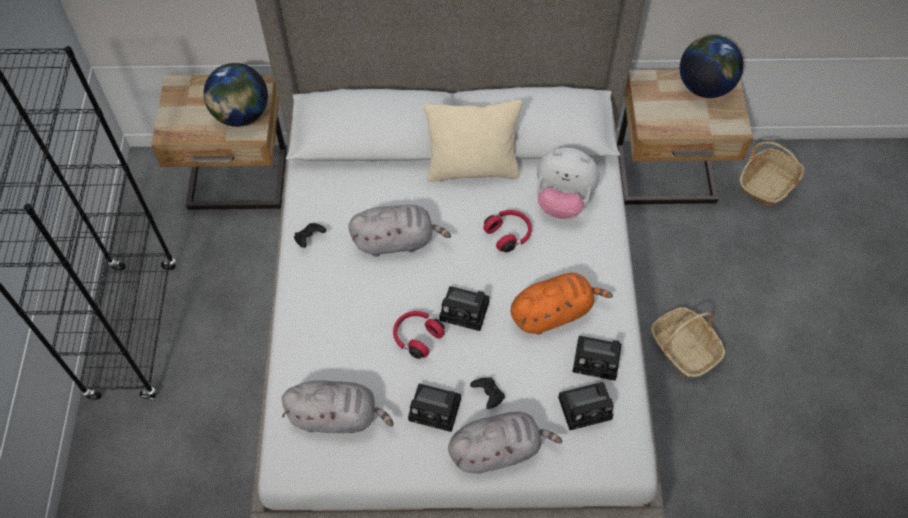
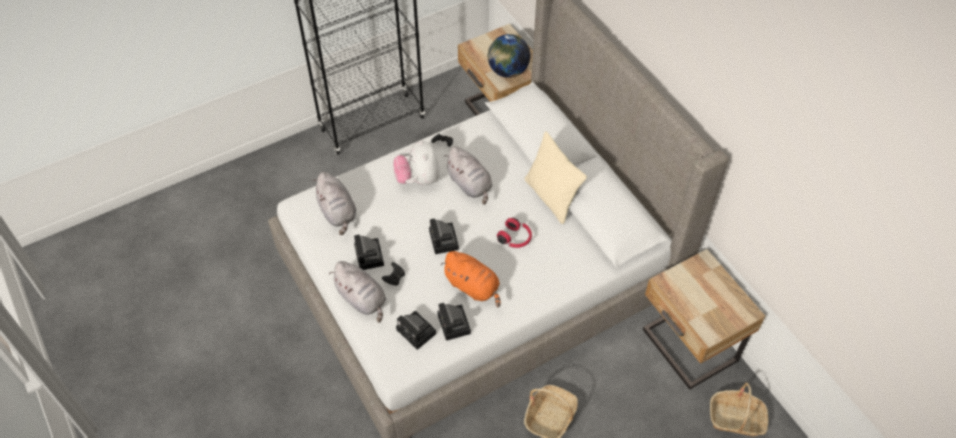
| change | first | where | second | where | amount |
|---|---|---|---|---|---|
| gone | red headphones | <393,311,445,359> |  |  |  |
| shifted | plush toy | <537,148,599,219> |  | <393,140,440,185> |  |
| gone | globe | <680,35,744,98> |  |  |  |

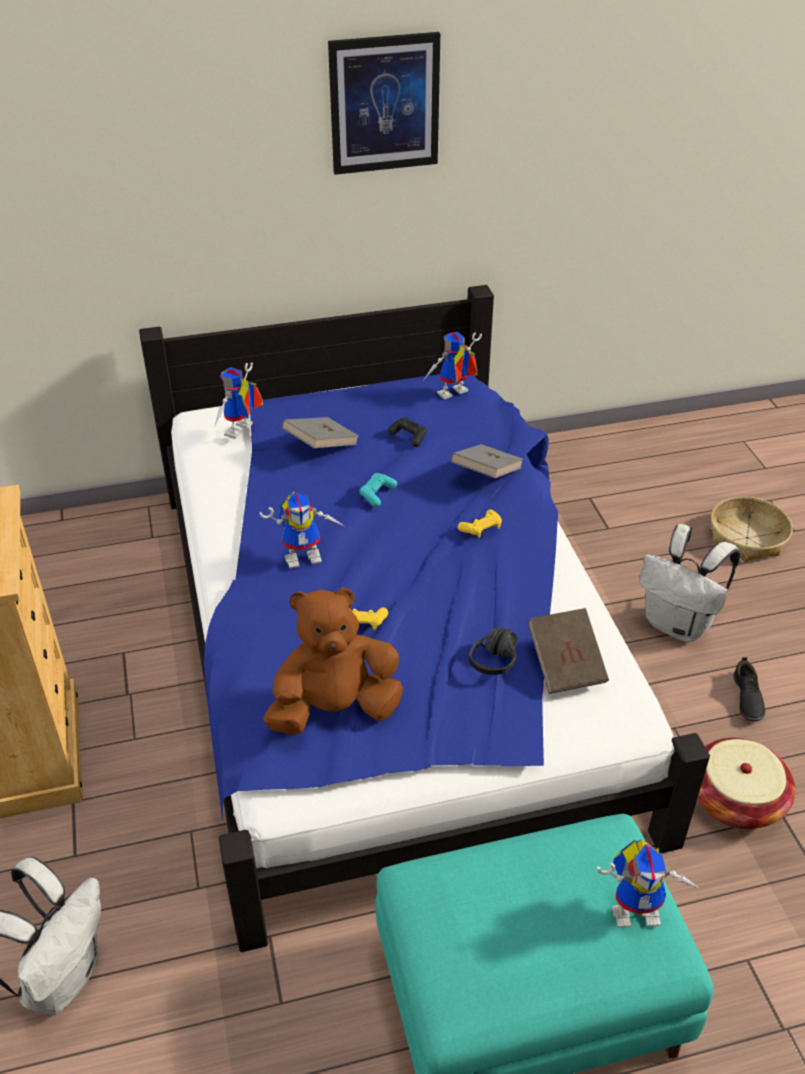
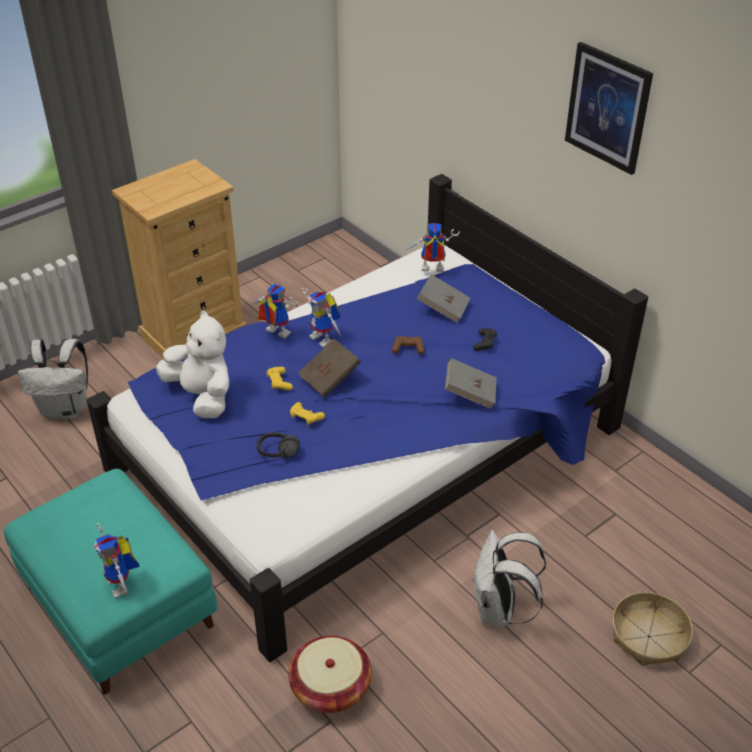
| change | first | where | second | where | amount |
|---|---|---|---|---|---|
| repainted | brown plush toy | <263,587,403,735> | white plush toy | <156,310,229,418> |  |
| repainted | turquoise game controller | <360,473,397,507> | brown game controller | <392,336,425,354> |  |
| shifted | toy robot | <424,332,482,399> |  | <253,284,298,338> |  |
| shifted | yellow game controller | <458,510,502,538> |  | <290,402,325,425> |  |
| shifted | brown book | <528,608,609,694> |  | <298,339,361,398> |  |
| gone | black shoe | <734,657,765,722> |  |  |  |

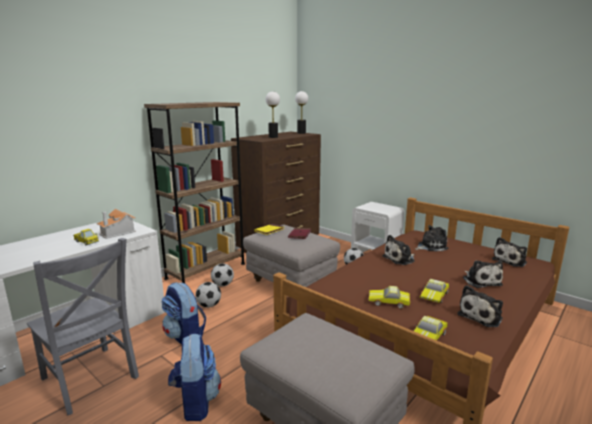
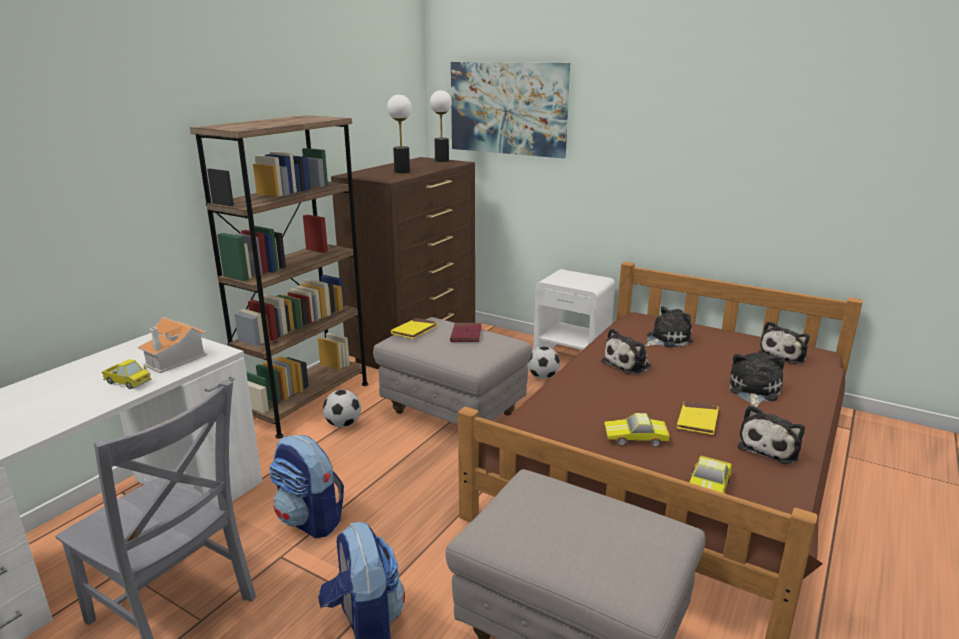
| change | first | where | second | where | amount |
|---|---|---|---|---|---|
| gone | football | <195,282,221,308> |  |  |  |
| swapped | toy car | <420,279,449,303> | yellow book | <677,401,719,435> |  |
| rotated | plush toy | <463,260,503,288> |  | <730,353,784,407> | 135 degrees counterclockwise |
| new |  |  | picture | <451,62,570,158> |  |

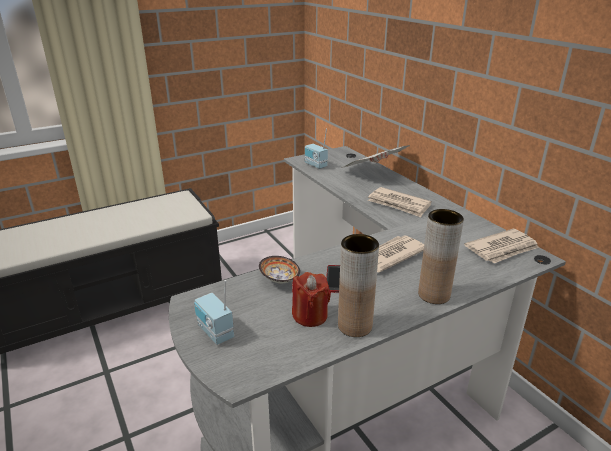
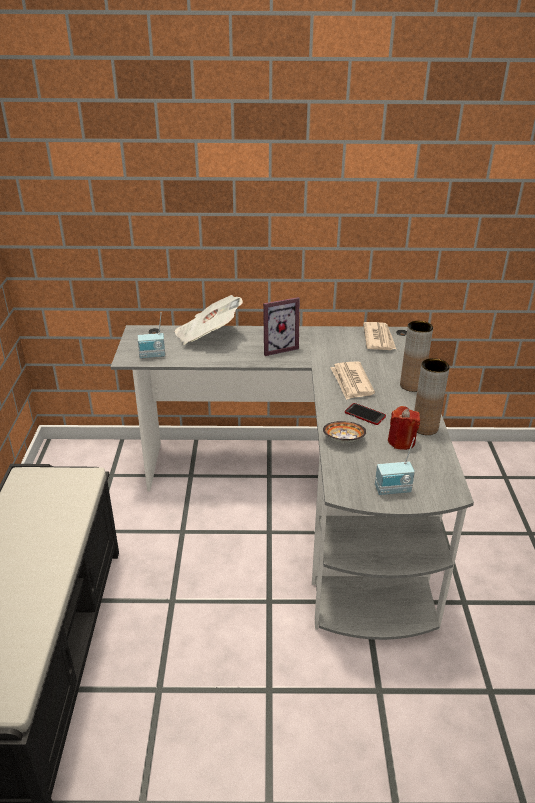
| change | first | where | second | where | amount |
|---|---|---|---|---|---|
| swapped | newspaper | <368,187,432,217> | picture frame | <263,297,300,356> |  |

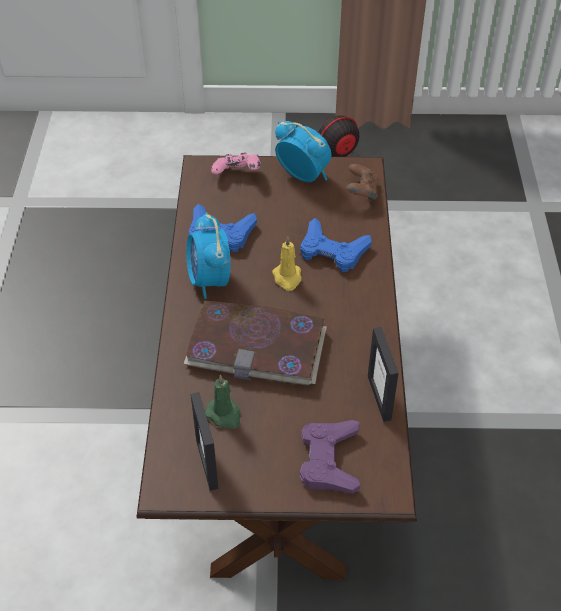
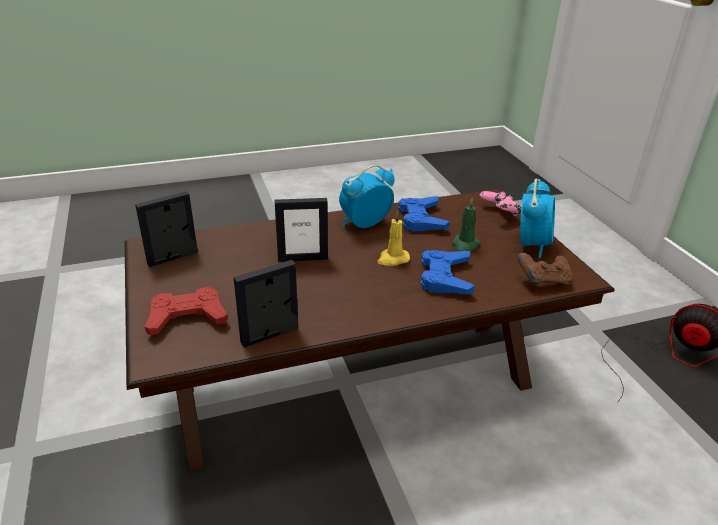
| change | first | where | second | where | amount |
|---|---|---|---|---|---|
| swapped | book | <184,300,327,388> | picture frame | <275,198,328,262> |  |
| shifted | green candle | <205,375,241,429> |  | <452,199,480,251> |  |
| repainted | purple game controller | <300,420,360,494> | red game controller | <145,287,228,336> |  |

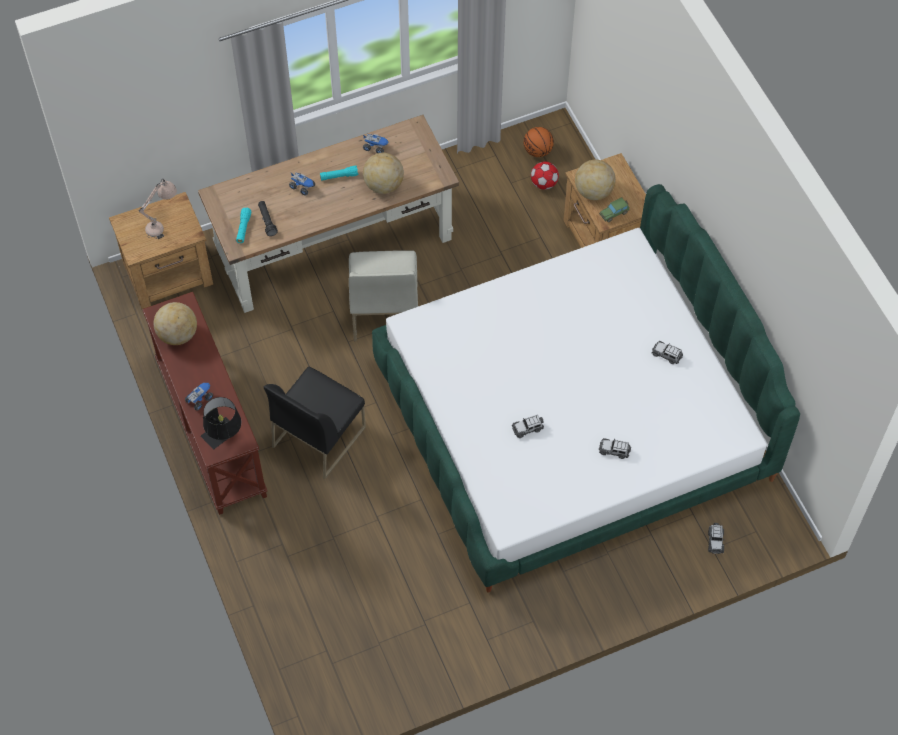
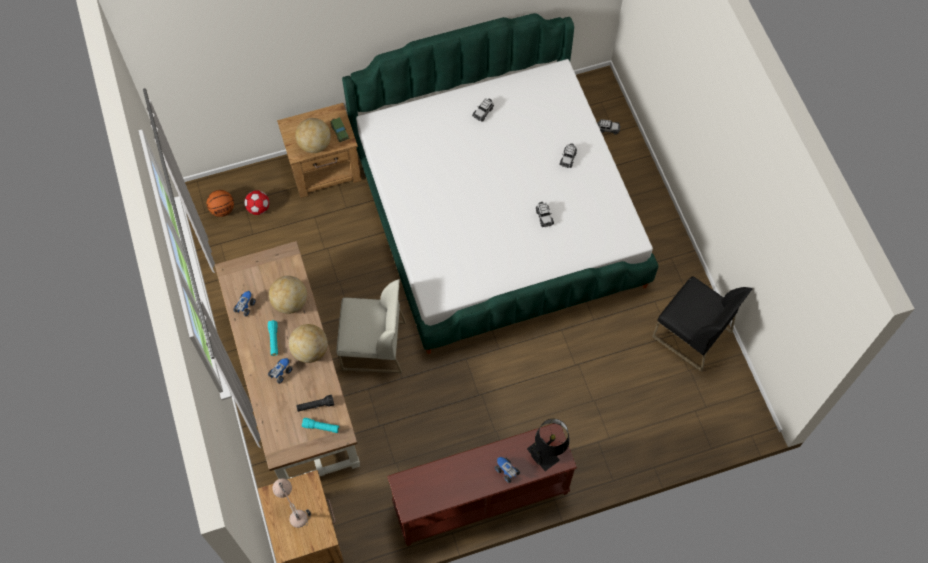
| change | first | where | second | where | amount |
|---|---|---|---|---|---|
| shifted | globe | <154,302,197,345> |  | <289,324,328,363> |  |
| shifted | black chair | <264,367,366,479> |  | <652,276,752,372> |  |

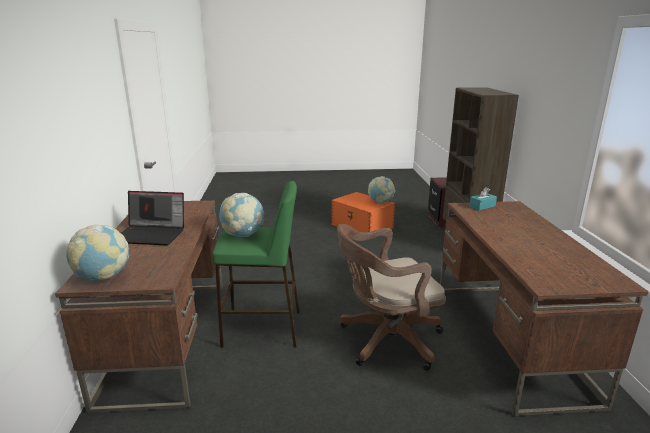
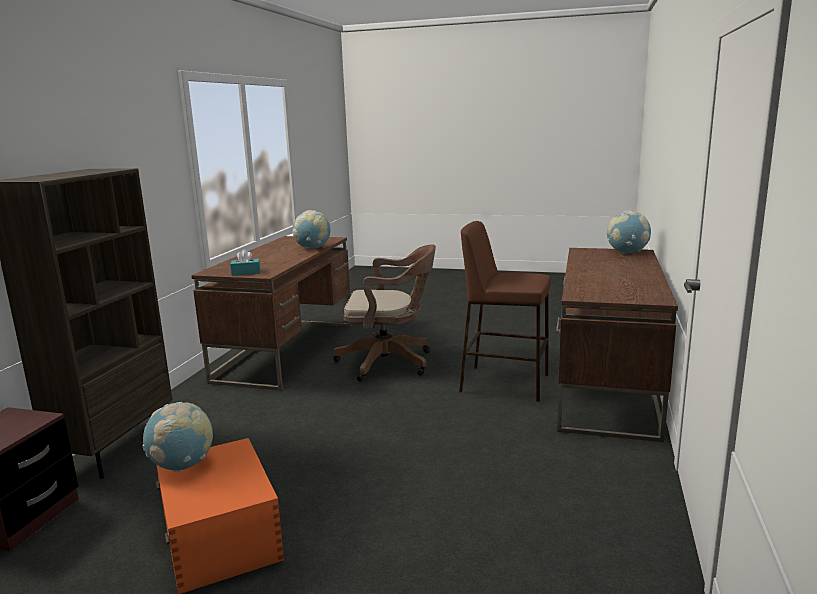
| change | first | where | second | where | amount |
|---|---|---|---|---|---|
| gone | laptop | <121,191,184,245> |  |  |  |
| repainted | green stool | <213,181,300,348> | brown stool | <459,221,551,402> |  |
| shifted | globe | <219,193,264,237> |  | <292,210,330,249> |  |

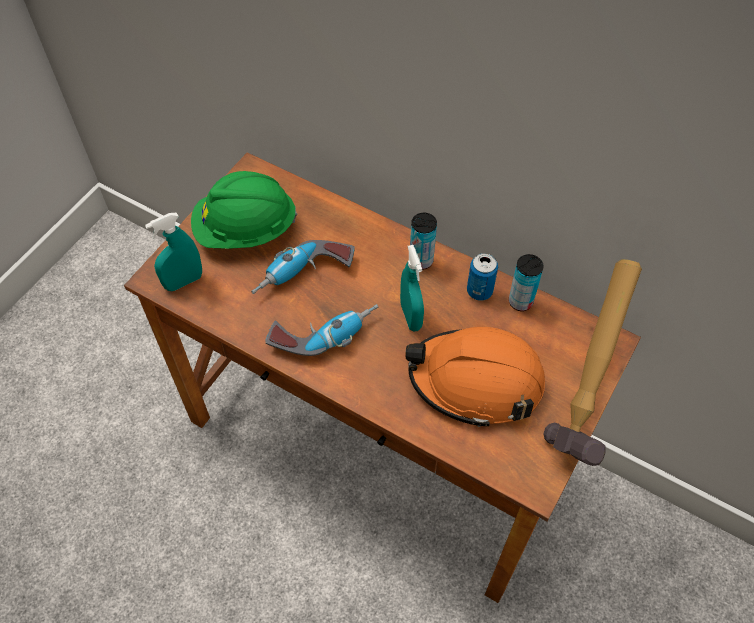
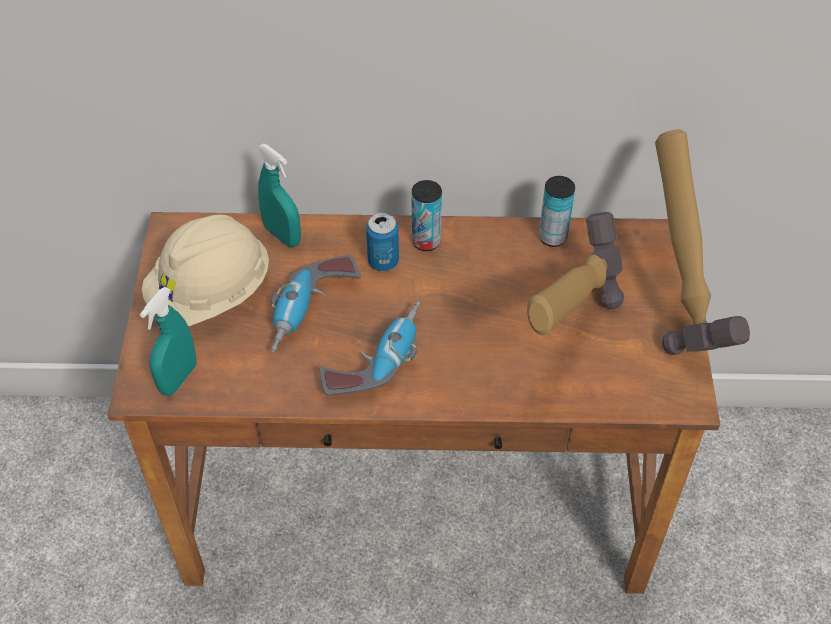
| change | first | where | second | where | amount |
|---|---|---|---|---|---|
| repainted | green hard hat | <191,171,297,249> | beige hard hat | <142,214,269,326> |  |
| shifted | turquoise spray bottle | <400,245,424,332> |  | <258,144,301,247> |  |
| swapped | orange hard hat | <405,327,545,427> | hammer | <527,212,624,335> |  |
| shifted | can | <467,253,498,301> |  | <366,213,399,271> |  |

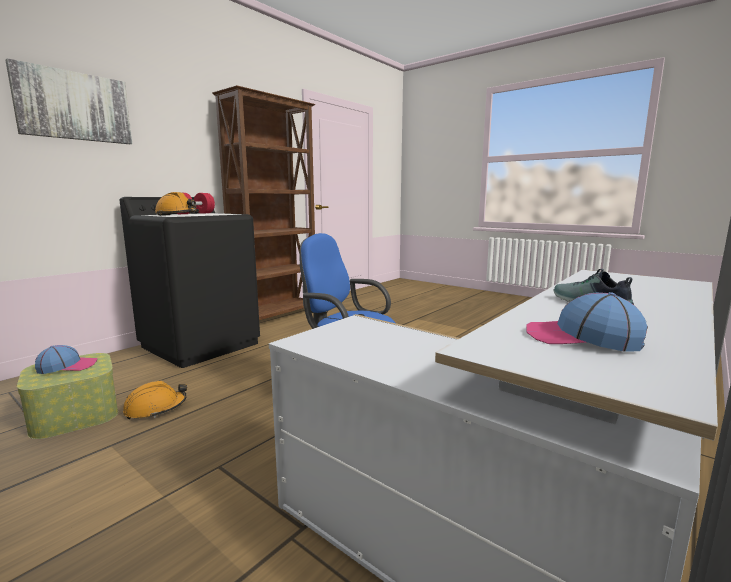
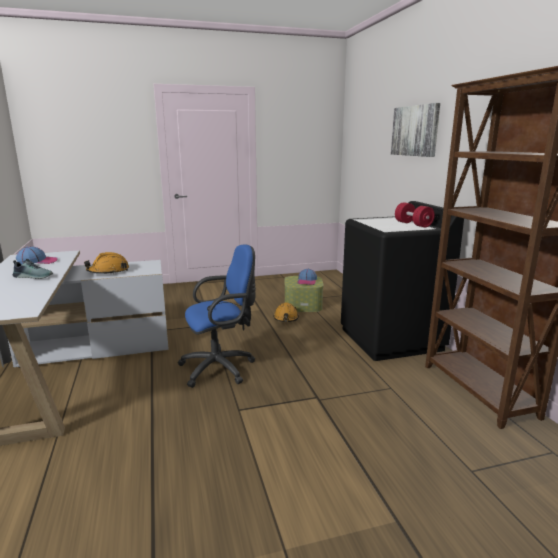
| change | first | where | second | where | amount |
|---|---|---|---|---|---|
| shifted | orange hard hat | <155,192,199,216> |  | <84,252,129,274> |  |

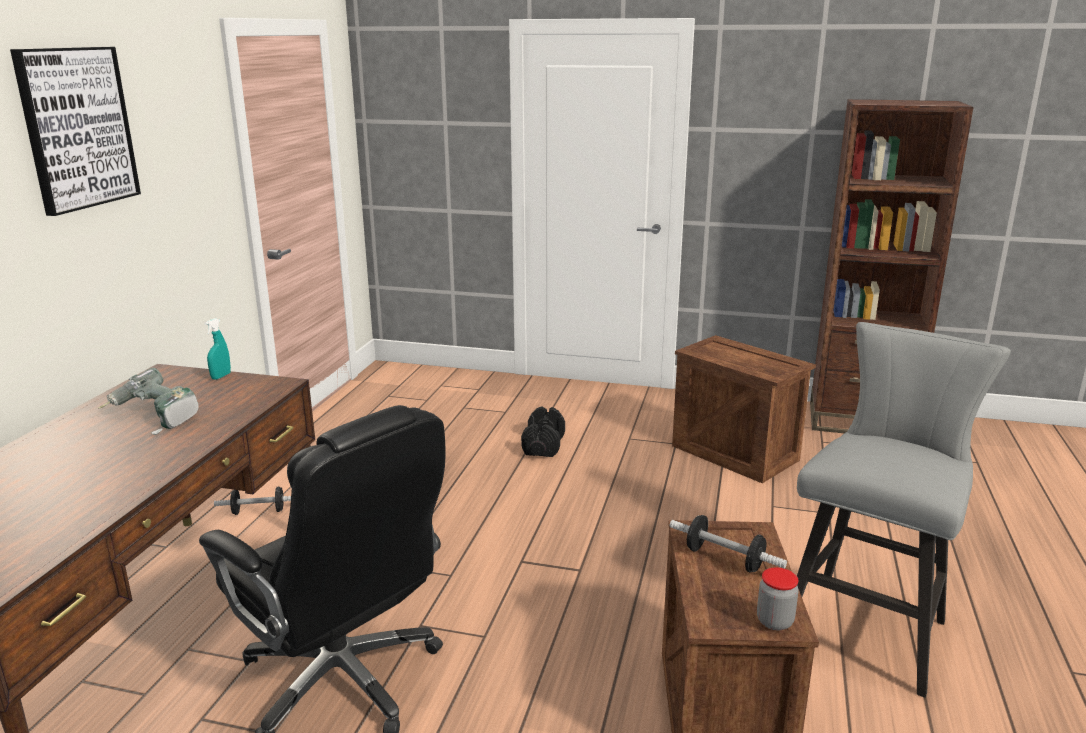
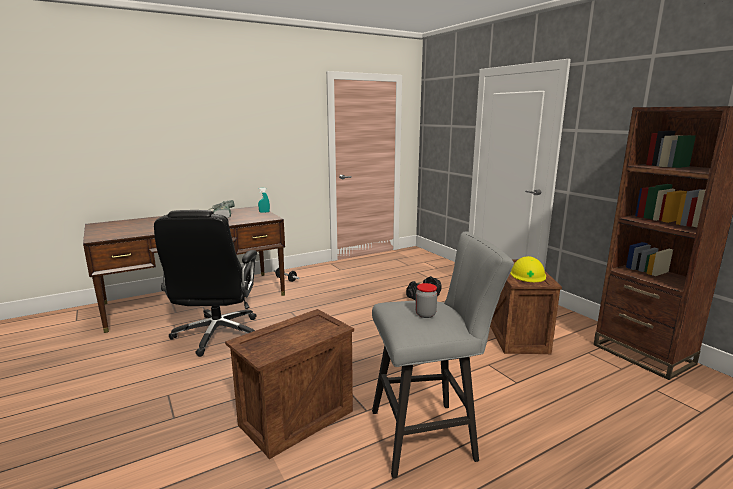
| change | first | where | second | where | amount |
|---|---|---|---|---|---|
| gone | picture | <10,47,141,216> |  |  |  |
| gone | dumbbell | <670,515,787,573> |  |  |  |
| shifted | jar | <757,567,799,630> |  | <415,283,437,318> |  |
| new |  |  | yellow hard hat | <510,256,546,282> |  |

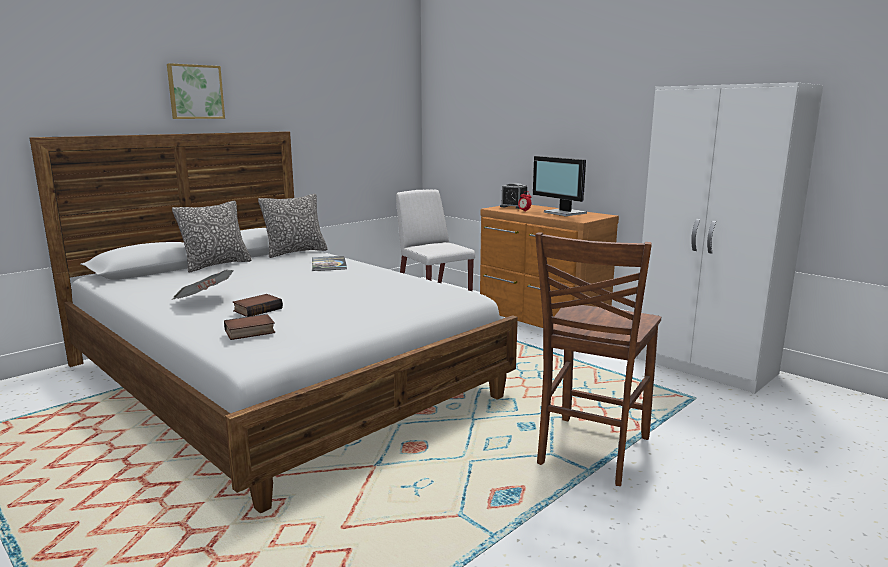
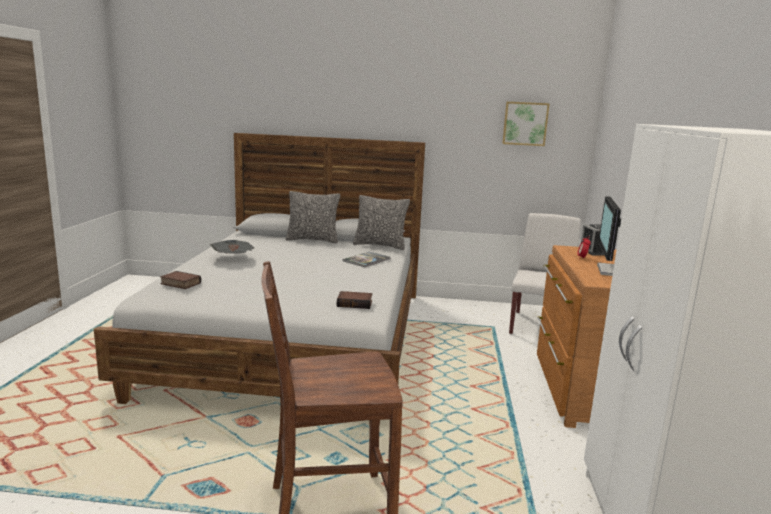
| change | first | where | second | where | amount |
|---|---|---|---|---|---|
| shifted | picture | <167,63,225,119> |  | <502,102,550,146> |  |
| shifted | book | <232,294,283,317> |  | <337,291,372,309> |  |

